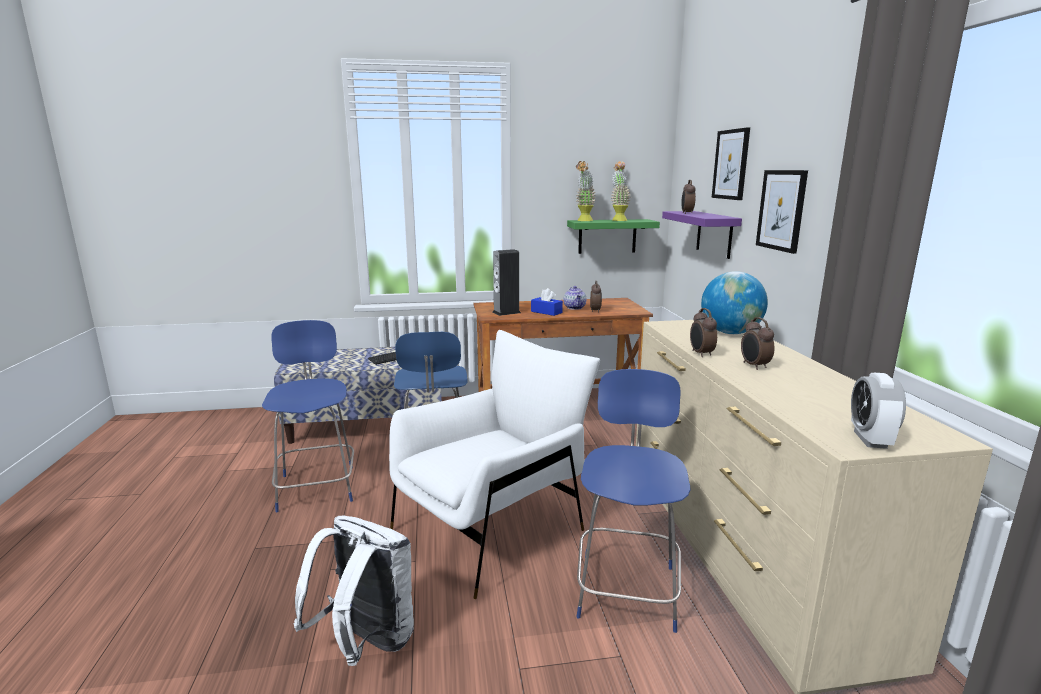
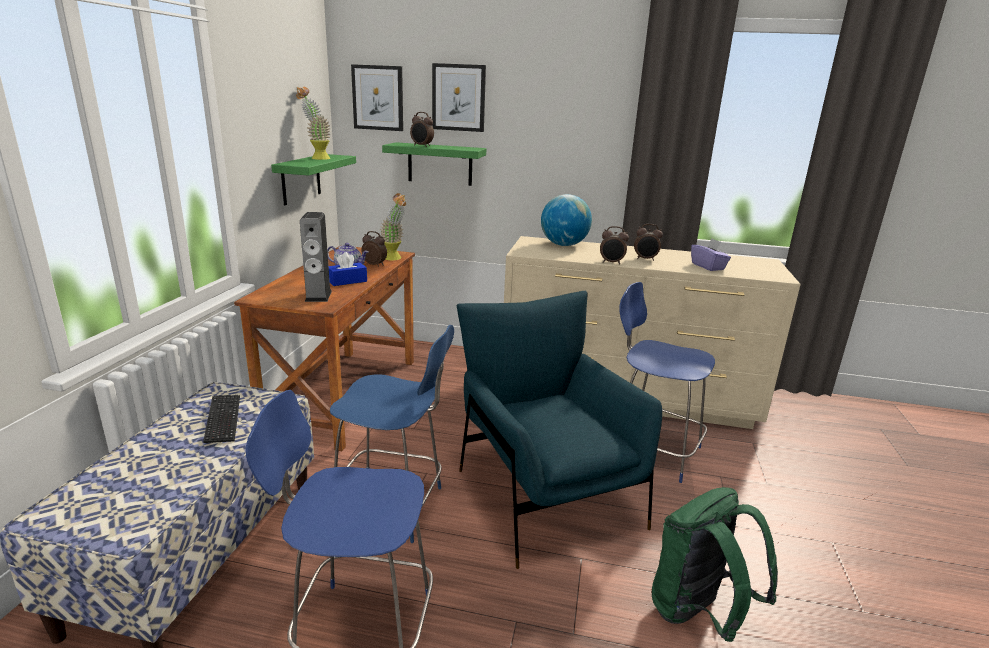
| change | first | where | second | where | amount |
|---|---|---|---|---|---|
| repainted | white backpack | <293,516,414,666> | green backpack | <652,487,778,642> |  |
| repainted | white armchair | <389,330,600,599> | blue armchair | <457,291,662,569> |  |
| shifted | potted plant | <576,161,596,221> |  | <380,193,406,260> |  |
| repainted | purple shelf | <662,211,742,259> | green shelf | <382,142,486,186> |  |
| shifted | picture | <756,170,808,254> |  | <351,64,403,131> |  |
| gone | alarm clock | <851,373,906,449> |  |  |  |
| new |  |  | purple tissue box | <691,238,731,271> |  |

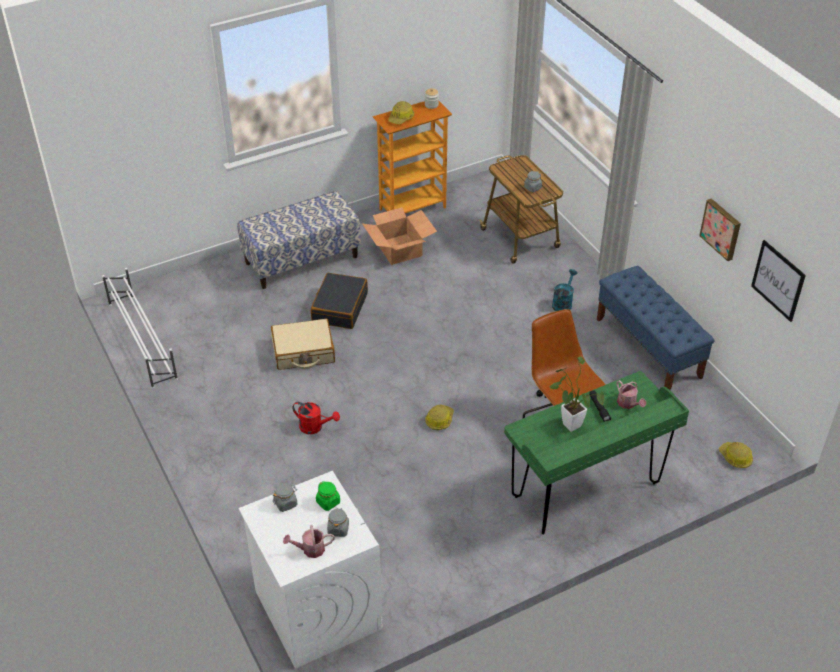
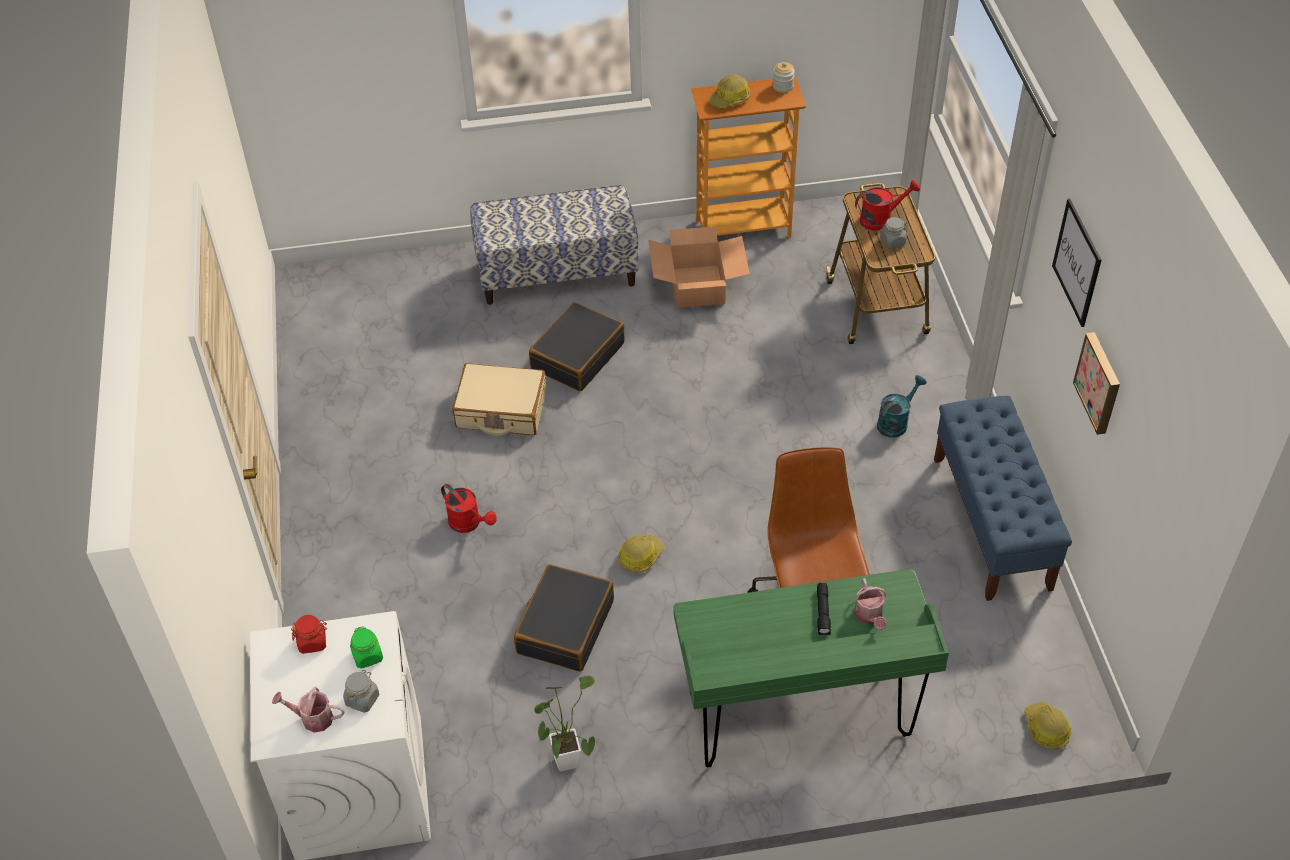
| change | first | where | second | where | amount |
|---|---|---|---|---|---|
| gone | white shoe rack | <102,268,178,389> |  |  |  |
| repainted | grey jar | <273,483,297,512> | red jar | <291,615,327,654> |  |
| shifted | potted plant | <549,357,604,432> |  | <534,676,595,772> |  |
| shifted | picture | <751,240,806,322> |  | <1052,198,1102,327> |  |
| new |  |  | black suitcase | <514,564,614,672> |  |
| new |  |  | red watering can | <855,180,920,231> |  |

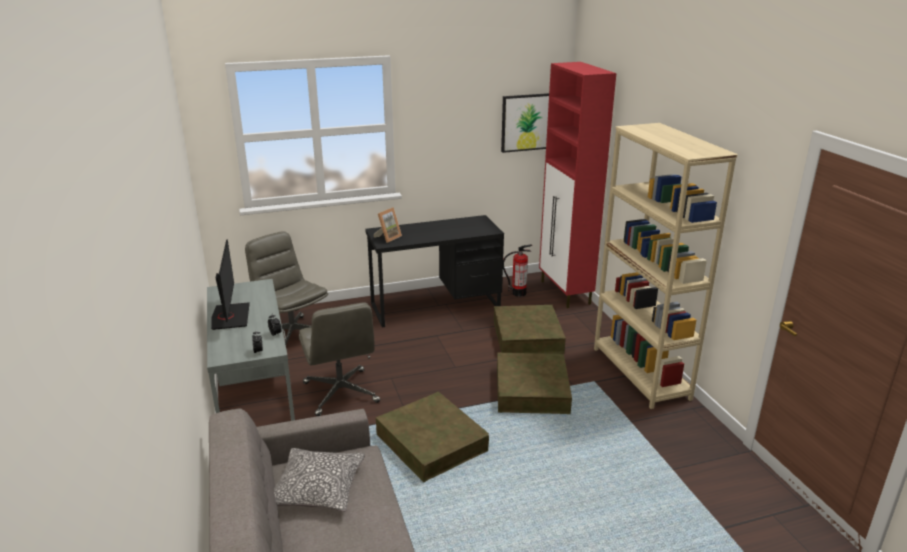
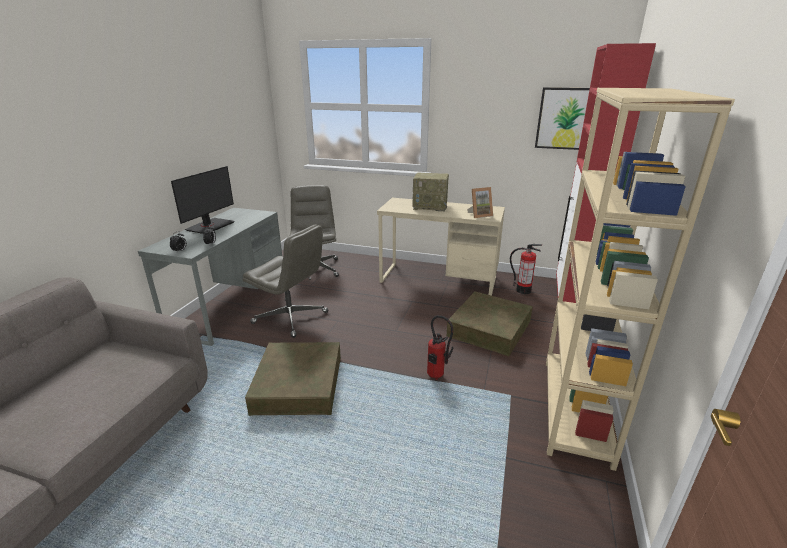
| change | first | where | second | where | amount |
|---|---|---|---|---|---|
| gone | pillow | <274,448,365,512> |  |  |  |
| rotated | grey office chair | <299,302,380,416> |  | <243,224,329,338> | 75 degrees counterclockwise |
| repainted | black desk | <365,215,504,327> | beige desk | <377,198,505,296> |  |
| shifted | picture frame | <374,207,402,243> |  | <467,187,493,218> |  |
| swapped | brown storage box | <497,353,572,414> | fire extinguisher | <427,315,453,380> |  |
| new |  |  | radio | <413,172,449,211> |  |

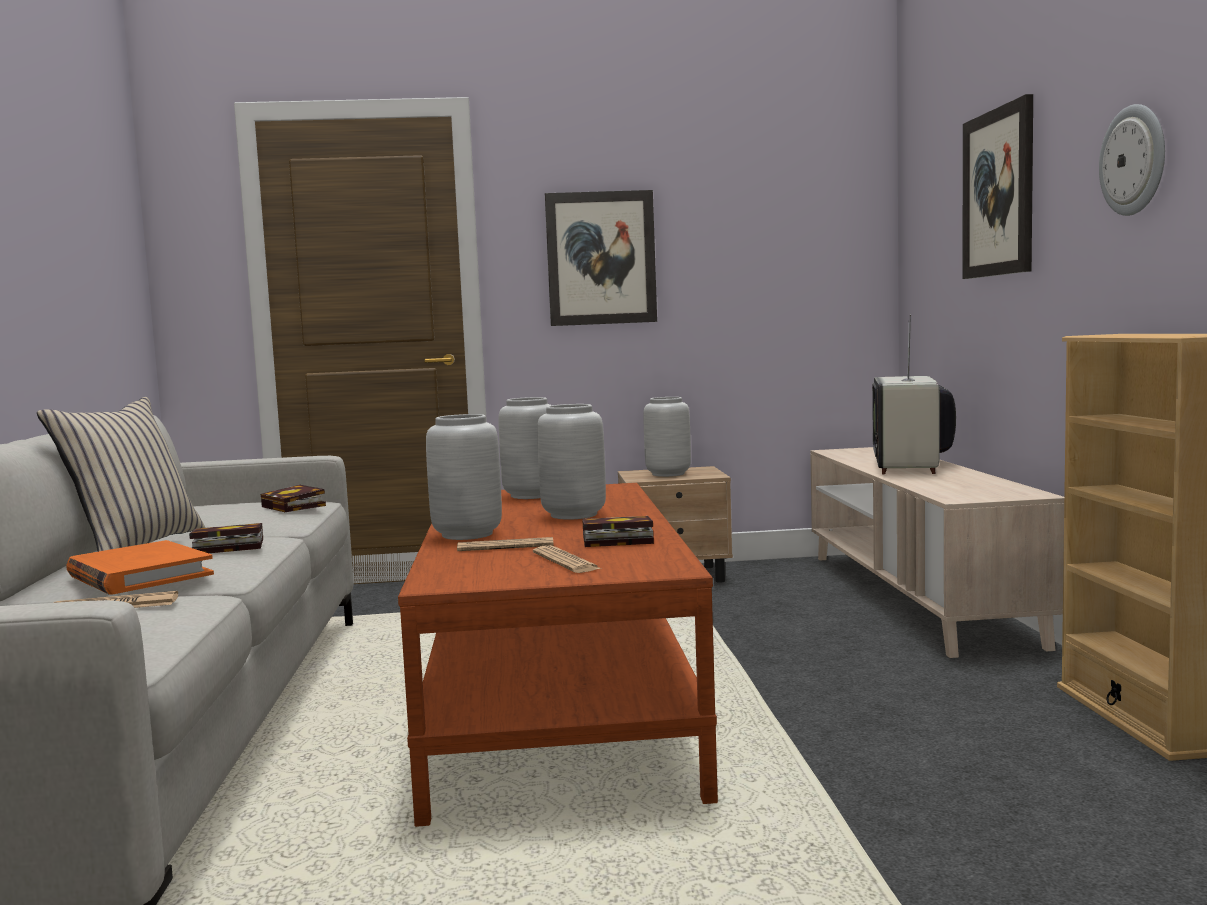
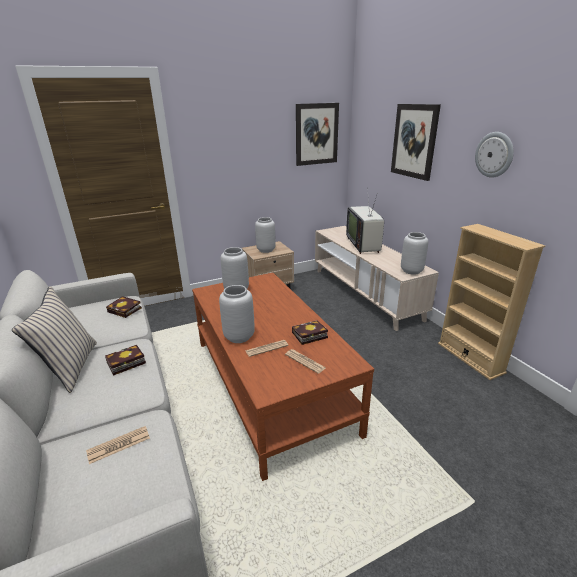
| change | first | where | second | where | amount |
|---|---|---|---|---|---|
| gone | orange book | <66,540,214,595> |  |  |  |
| shifted | grey vase | <537,404,606,520> |  | <401,232,428,275> |  |
| shifted | picture | <545,190,657,326> |  | <296,103,339,166> |  |

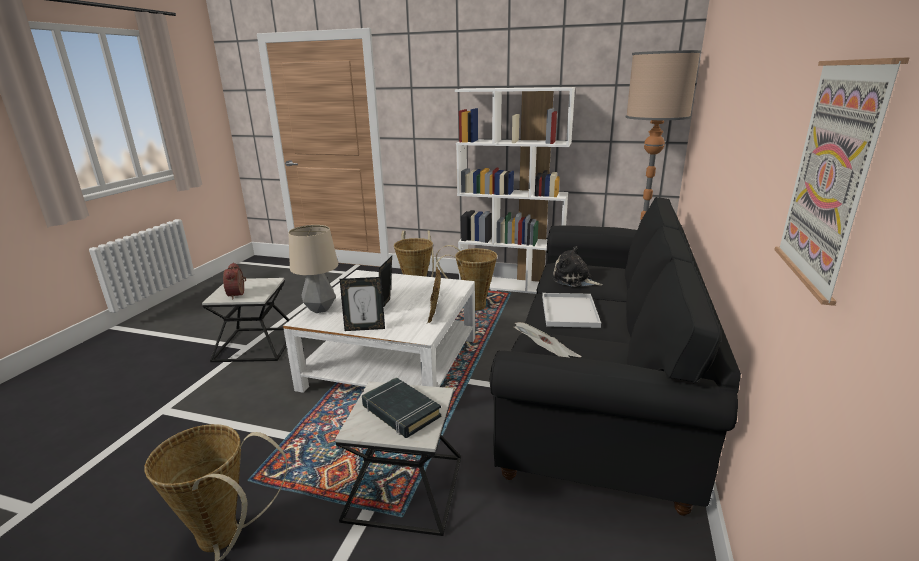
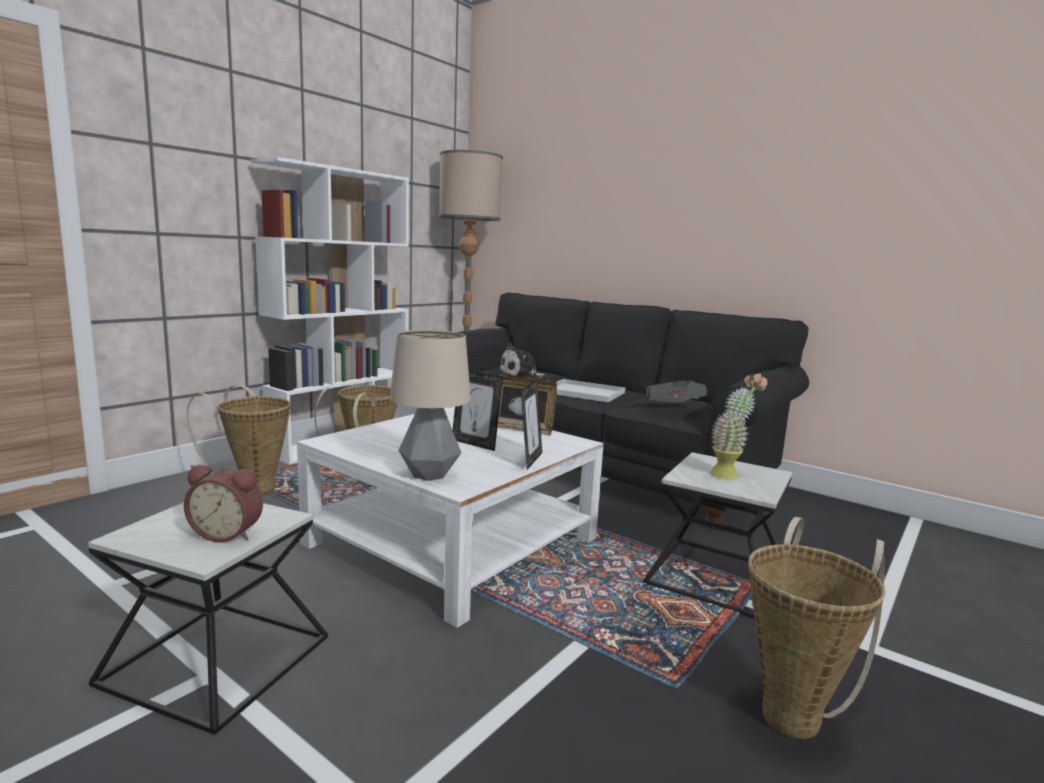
| change | first | where | second | where | amount |
|---|---|---|---|---|---|
| swapped | black book | <362,377,441,438> | potted plant | <709,373,768,480> |  |
| gone | picture | <774,57,910,306> |  |  |  |

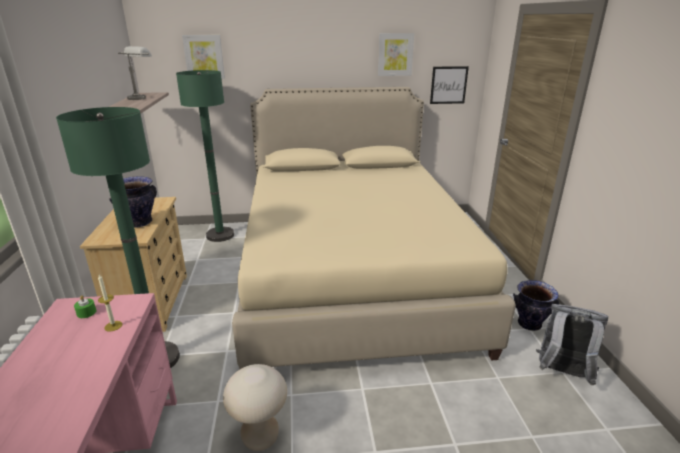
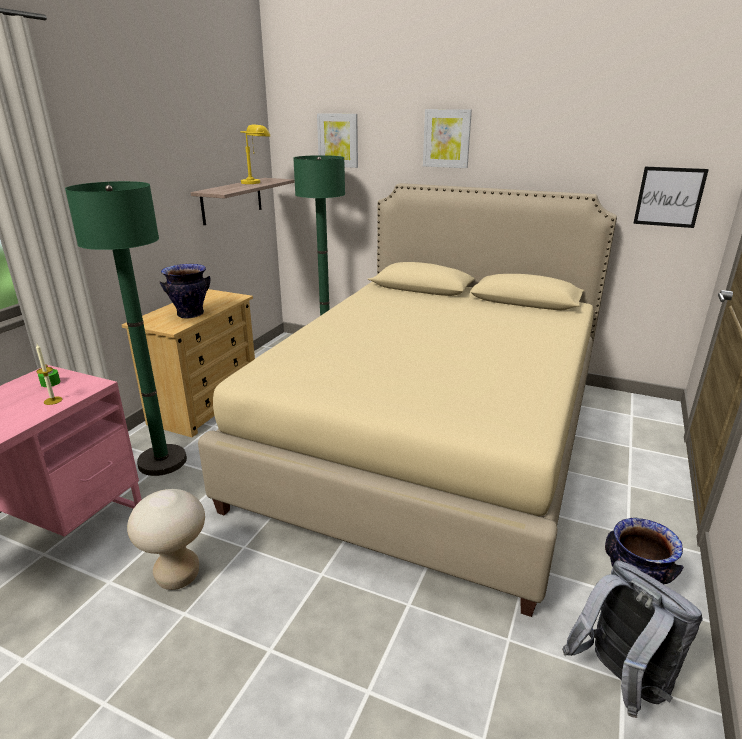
| change | first | where | second | where | amount |
|---|---|---|---|---|---|
| repainted | grey table lamp | <118,46,152,100> | yellow table lamp | <240,125,270,184> |  |
| shifted | picture | <378,33,414,76> |  | <423,109,472,168> |  |

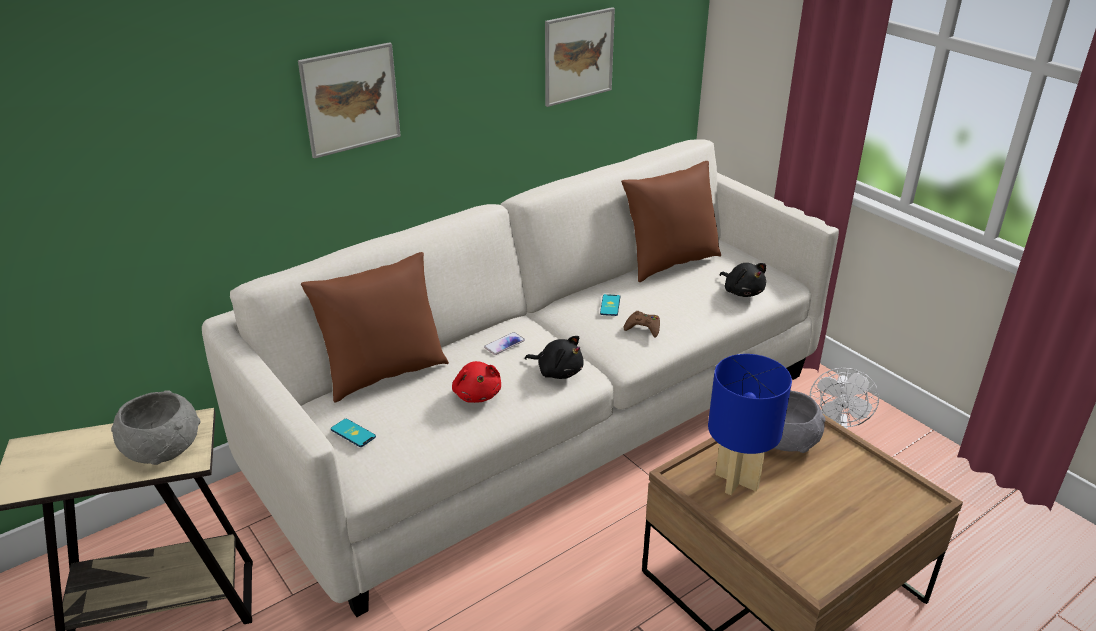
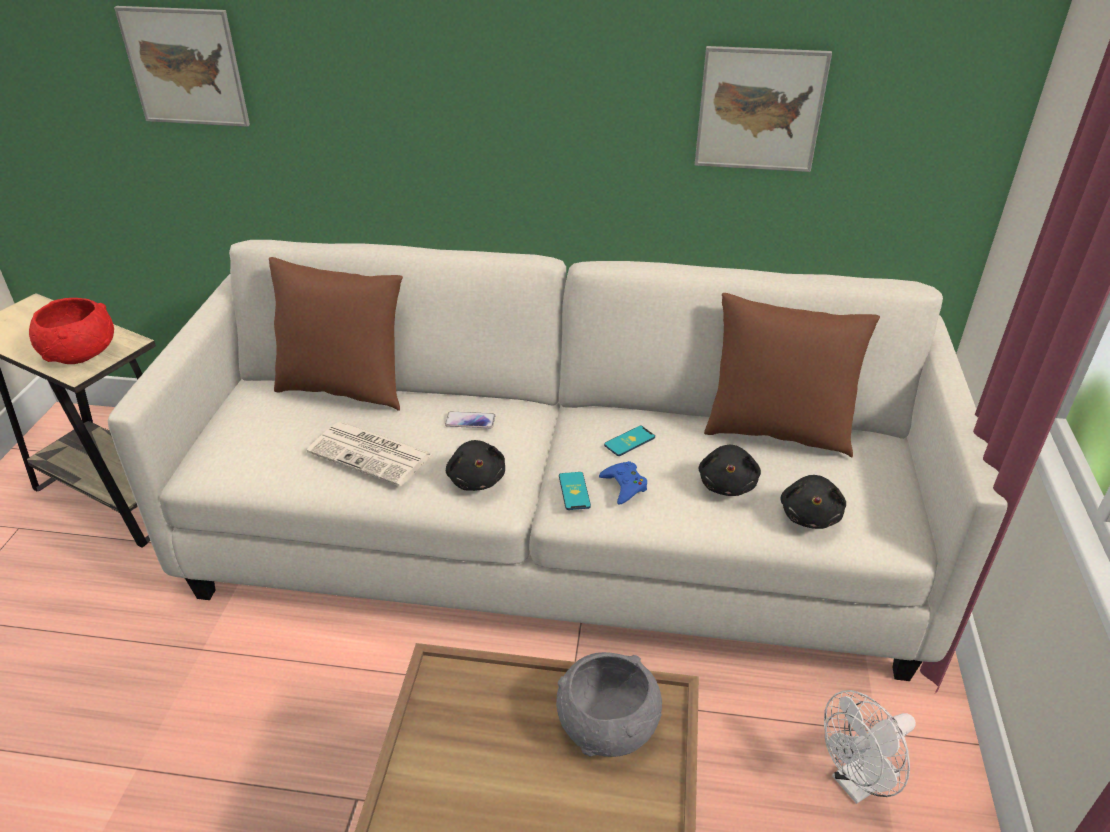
| change | first | where | second | where | amount |
|---|---|---|---|---|---|
| repainted | grey bowl | <111,390,201,465> | red bowl | <29,298,114,364> |  |
| shifted | picture | <298,42,401,159> |  | <114,6,250,127> |  |
| shifted | phone | <331,419,376,447> |  | <559,472,591,510> |  |
| swapped | red plush toy | <452,361,501,403> | newspaper | <307,422,433,486> |  |
| repainted | brown game controller | <623,311,660,338> | blue game controller | <599,461,647,505> |  |
| gone | blue table lamp | <708,354,792,495> |  |  |  |
| new |  |  | black plush toy | <699,445,761,496> |  |

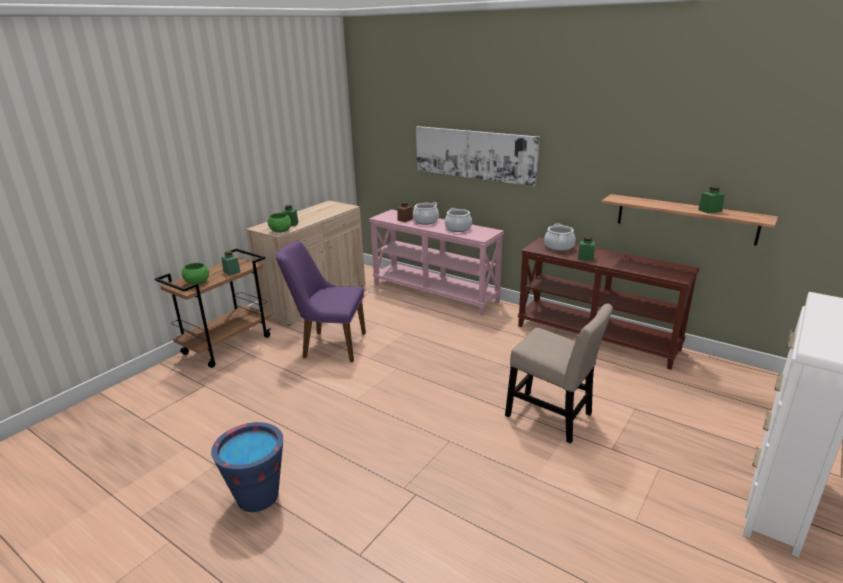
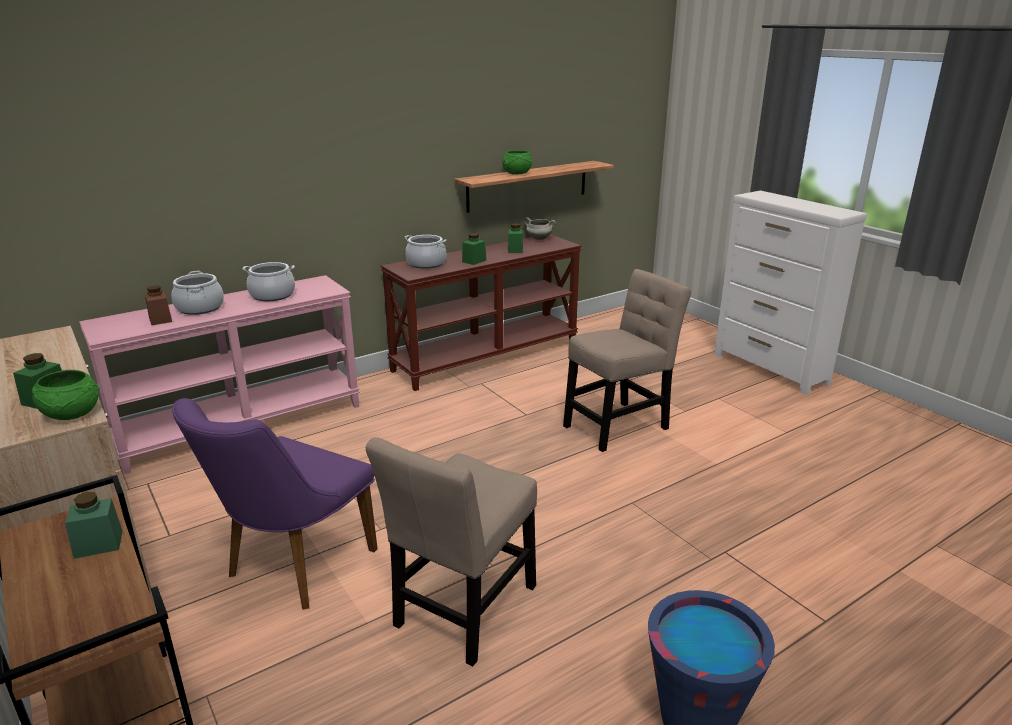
| change | first | where | second | where | amount |
|---|---|---|---|---|---|
| shifted | green bowl | <182,263,210,285> |  | <502,150,532,175> |  |
| gone | picture | <416,126,540,186> |  |  |  |
| shifted | green jar | <698,186,725,214> |  | <508,223,523,253> |  |
| new |  |  | beige chair | <366,437,537,666> |  |
| new |  |  | white cooking pot | <524,217,556,240> |  |

